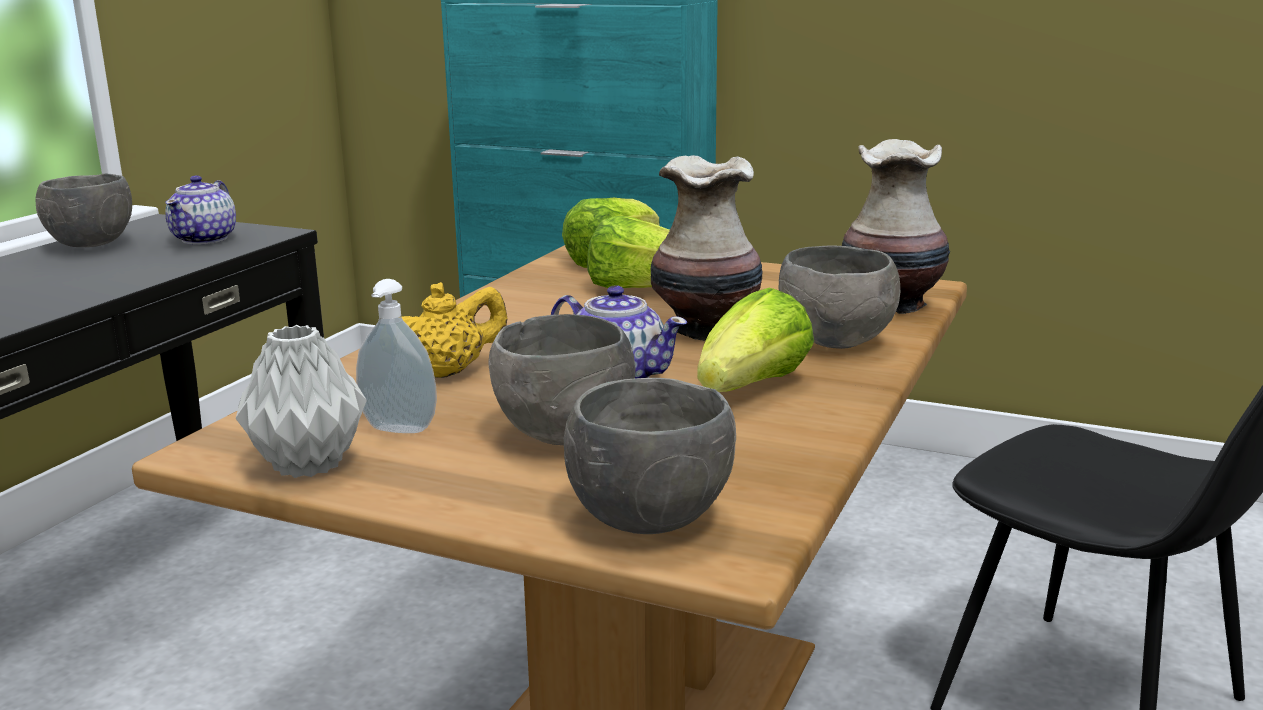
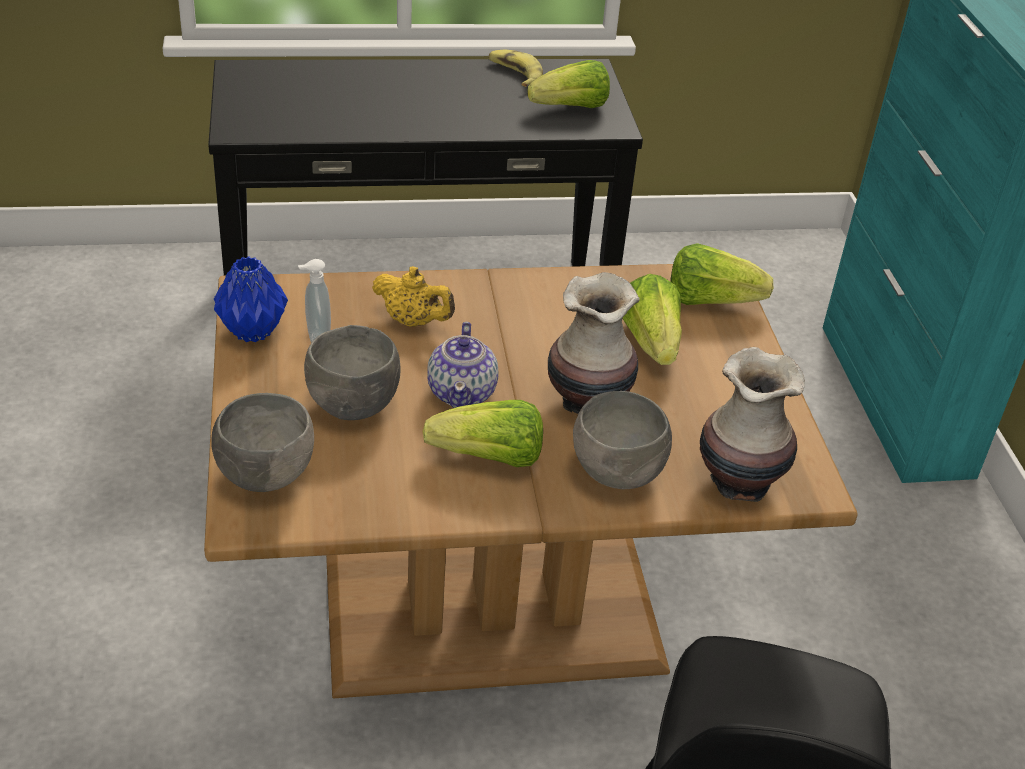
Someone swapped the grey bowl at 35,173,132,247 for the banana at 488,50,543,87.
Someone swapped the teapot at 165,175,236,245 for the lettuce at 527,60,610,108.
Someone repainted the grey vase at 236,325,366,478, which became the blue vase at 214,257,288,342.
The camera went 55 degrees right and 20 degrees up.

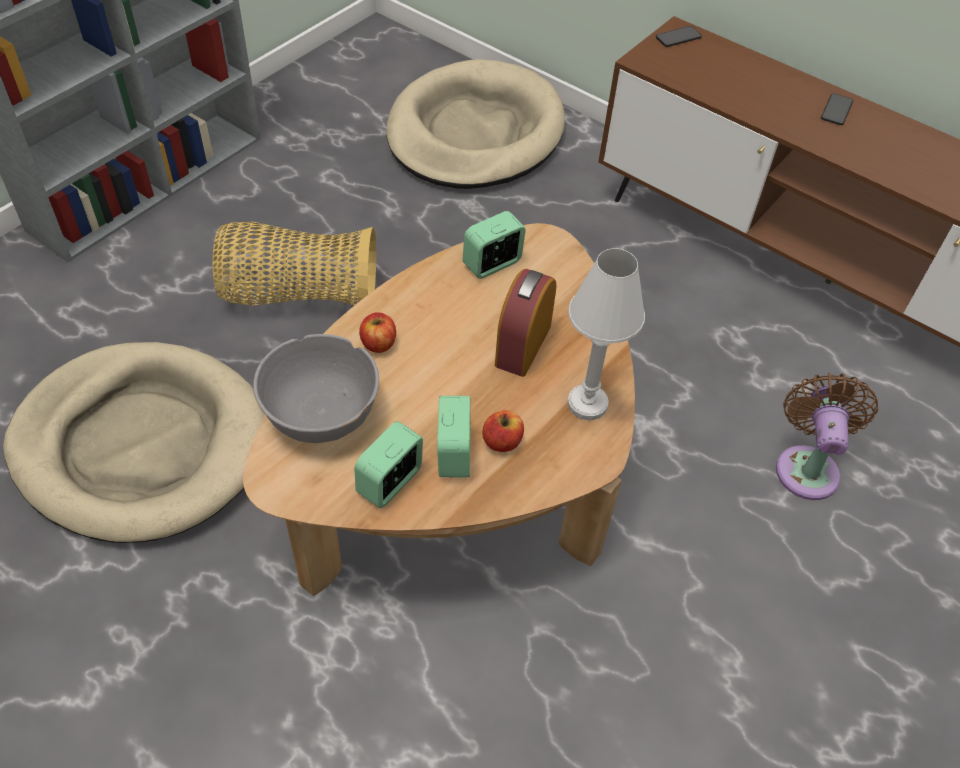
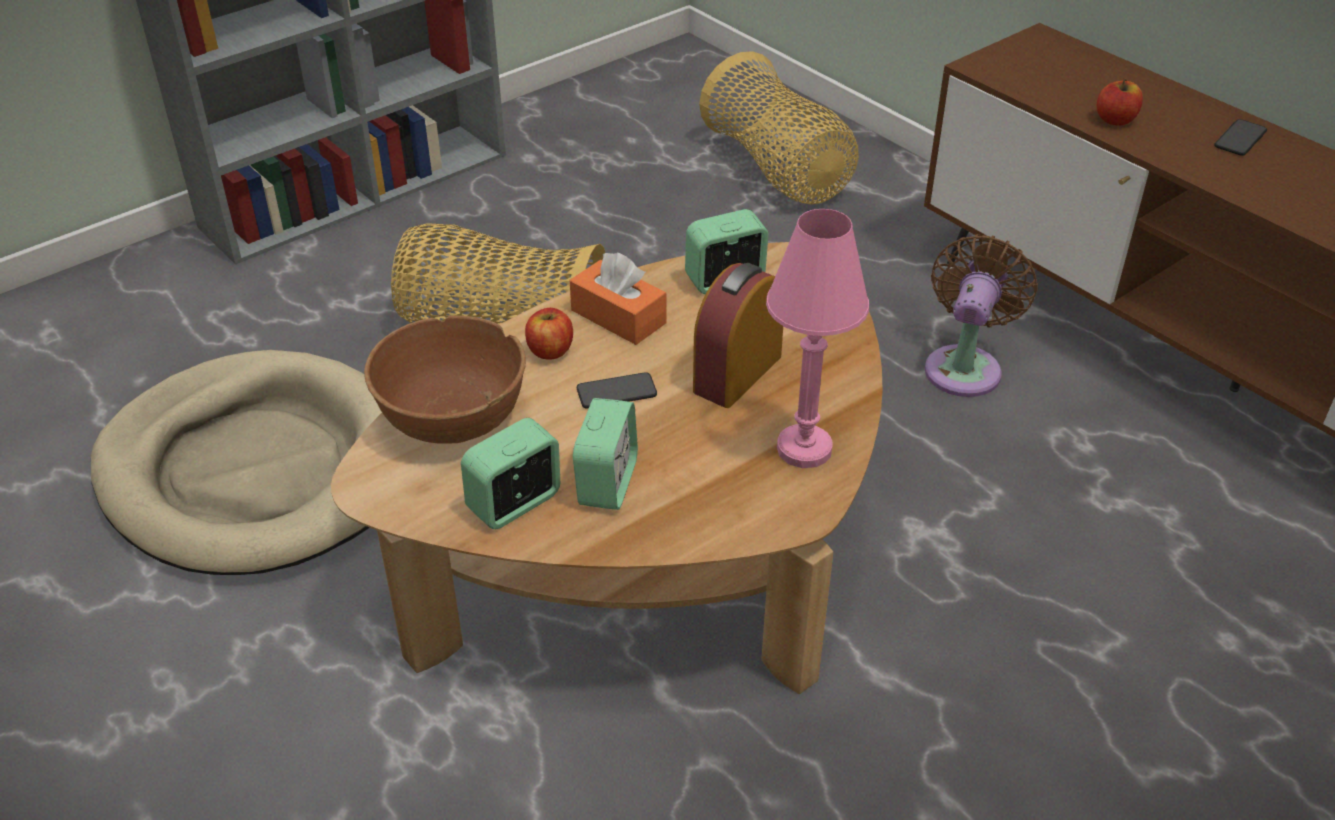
Someone repainted the grey bowl at 253,334,379,443, which became the brown bowl at 364,316,526,443.
Someone swapped the beige dog bed at 386,59,565,189 for the basket at 699,51,859,205.
Someone carried the apple from 482,410,524,452 to 1097,79,1143,125.
Someone repainted the white table lamp at 567,248,645,421, which became the pink table lamp at 766,209,869,468.
Someone carried the phone from 656,26,702,47 to 577,372,657,409.
Someone carried the brown fan from 776,373,878,500 to 925,234,1038,397.
Someone put down the orange tissue box at 570,252,666,345.
The camera went 15 degrees right and 10 degrees down.

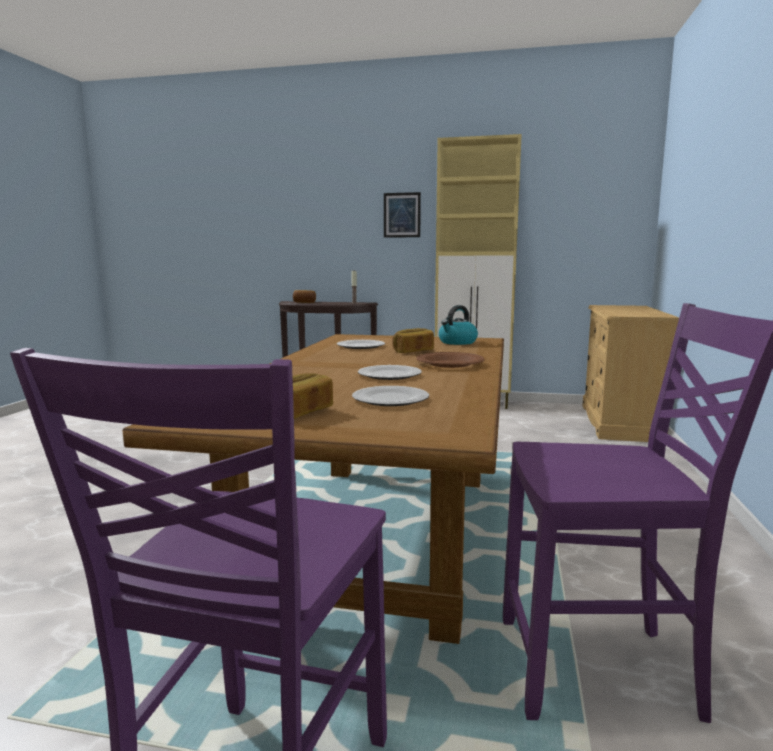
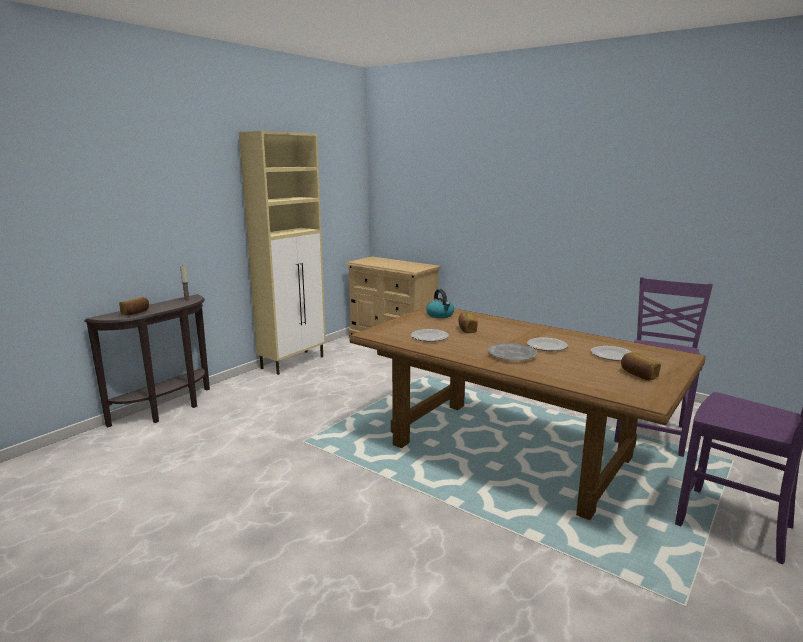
Someone took away the picture at 384,192,421,238.
Someone took away the brown plate at 416,352,485,368.
Someone put down the grey plate at 488,343,537,361.
The camera went 65 degrees left and 5 degrees up.

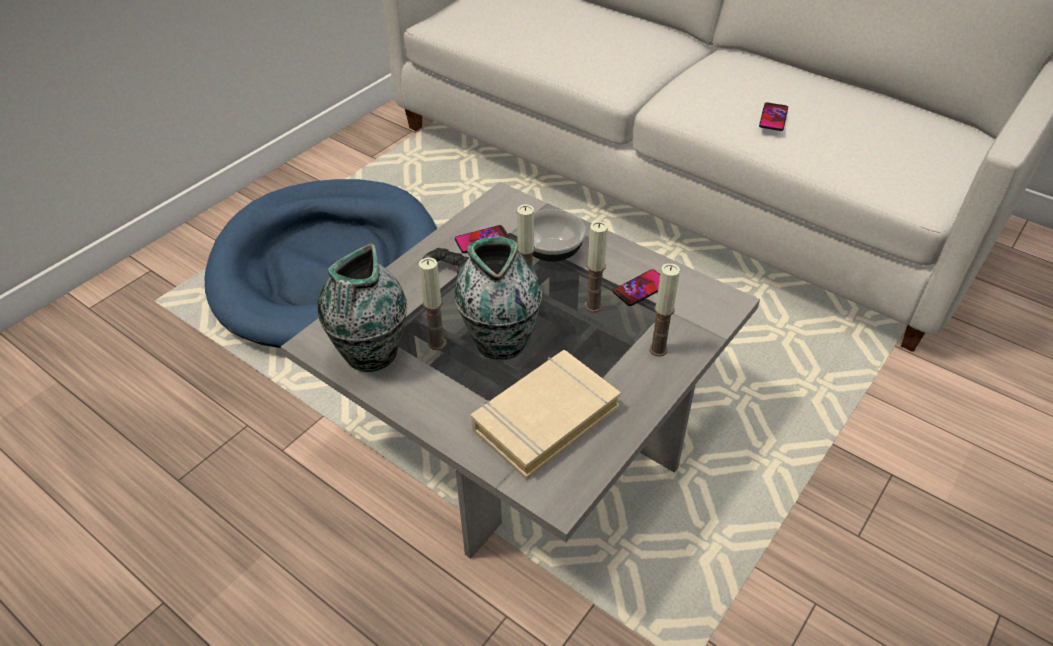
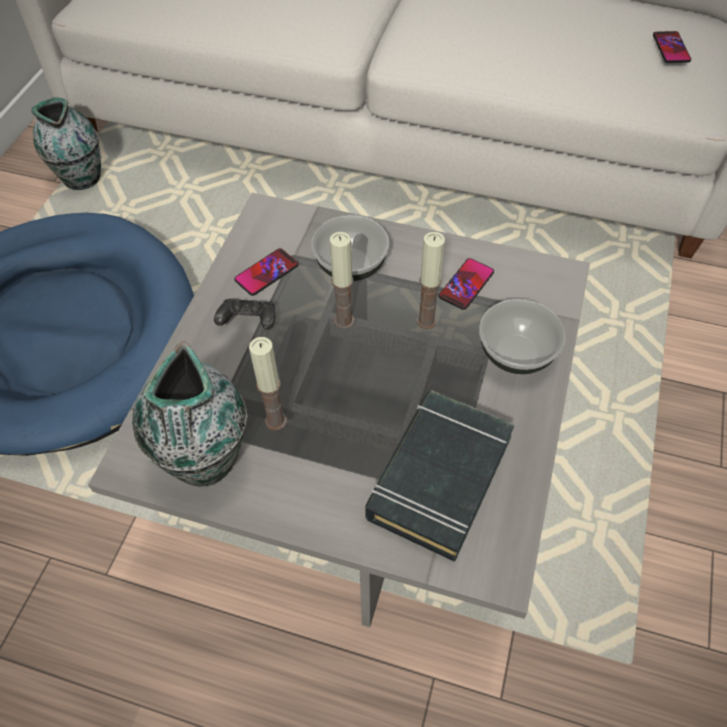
Someone carried the vase from 454,236,542,360 to 31,97,101,190.
Someone repainted the beige book at 471,350,621,480, which became the black book at 365,390,515,562.
Someone swapped the candle at 649,263,680,357 for the bowl at 479,299,565,374.
Someone carried the phone from 759,102,788,131 to 653,31,691,63.
The camera went 20 degrees left and 10 degrees up.

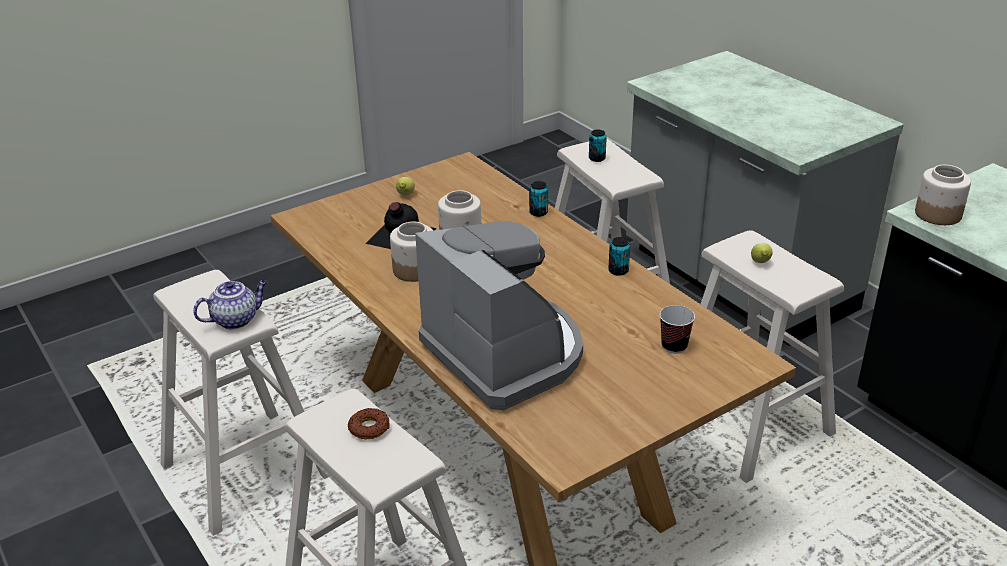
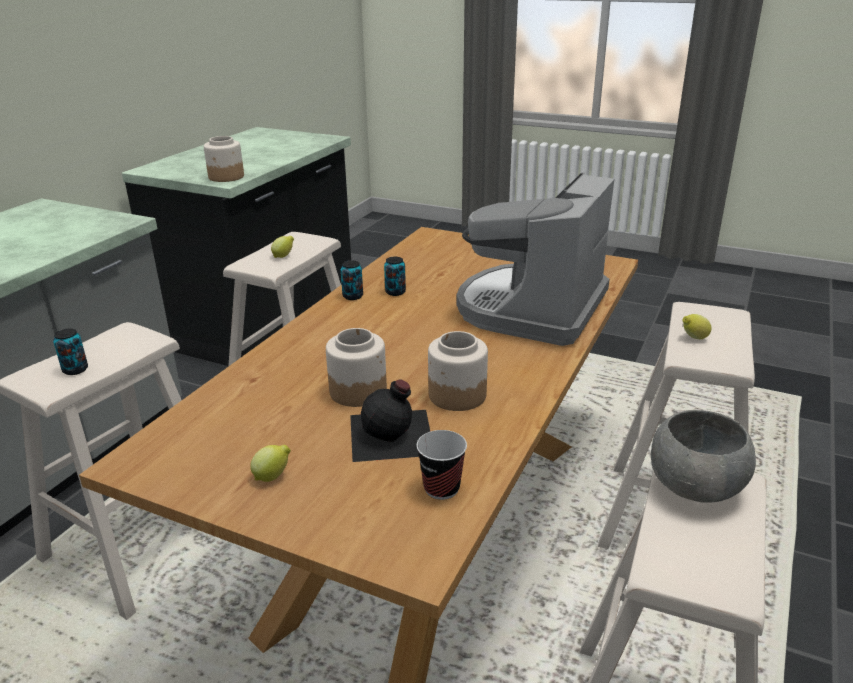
Someone swapped the teapot at 193,280,267,329 for the grey bowl at 651,410,756,503.
Someone swapped the donut at 348,408,390,439 for the lemon at 682,314,712,339.
Someone carried the can from 529,181,548,217 to 384,257,406,296.
Someone carried the cup from 659,305,695,354 to 416,430,467,500.
The camera went 120 degrees left and 5 degrees down.

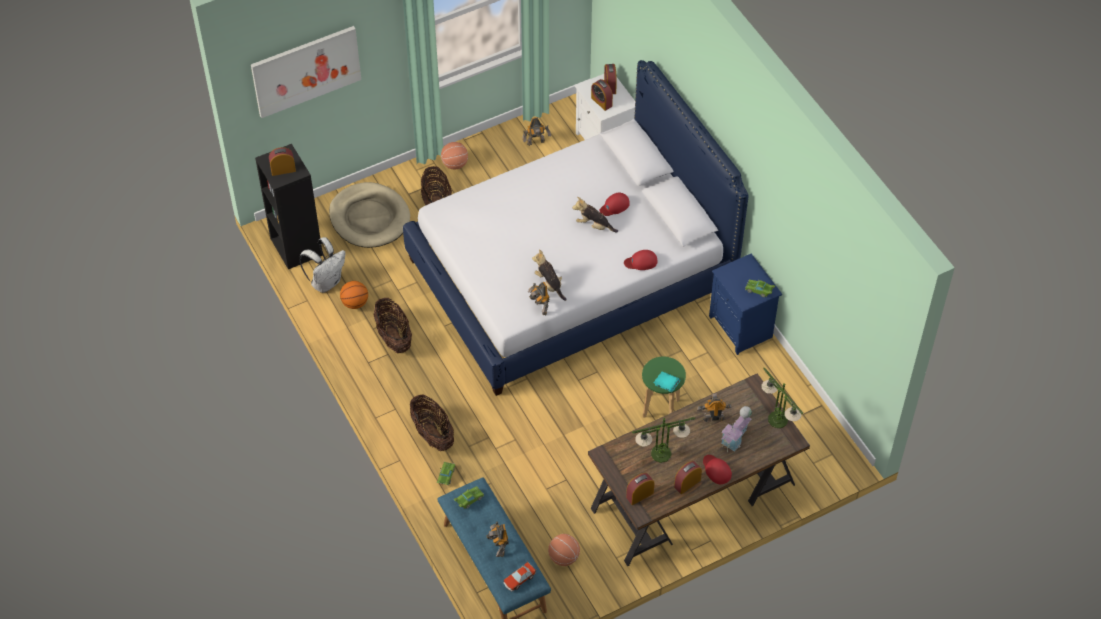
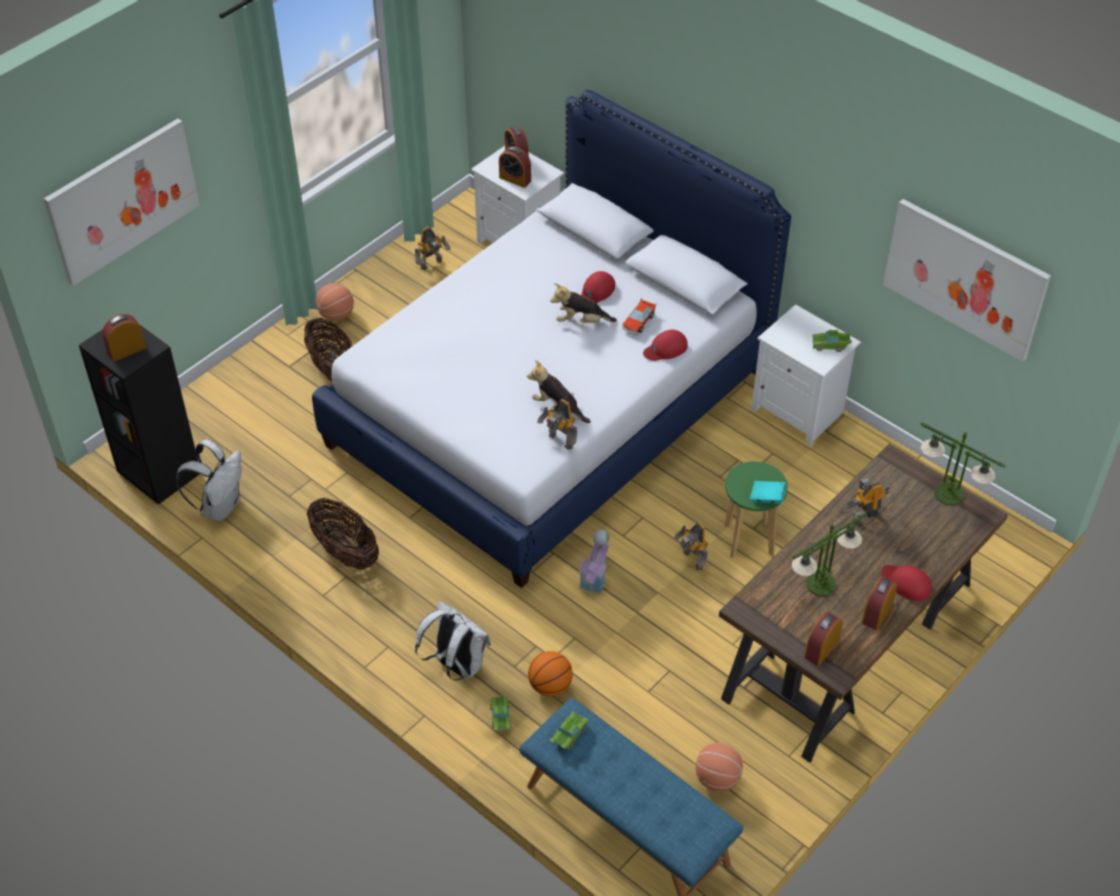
Someone took away the beige dog bed at 329,182,410,248.
Someone carried the basketball from 340,281,368,309 to 528,651,573,696.
Someone swapped the basket at 410,394,454,451 for the white backpack at 415,601,491,681.
Someone carried the toy robot from 486,522,509,557 to 674,522,708,570.
Someone carried the toy car from 503,561,536,591 to 622,298,656,335.
Someone repainted the blue nightstand at 709,254,782,355, which became the white nightstand at 751,304,861,446.
Someone carried the toy house from 721,406,752,452 to 579,529,610,597.
Someone put up the picture at 883,199,1051,362.
The camera went 20 degrees left and 5 degrees down.

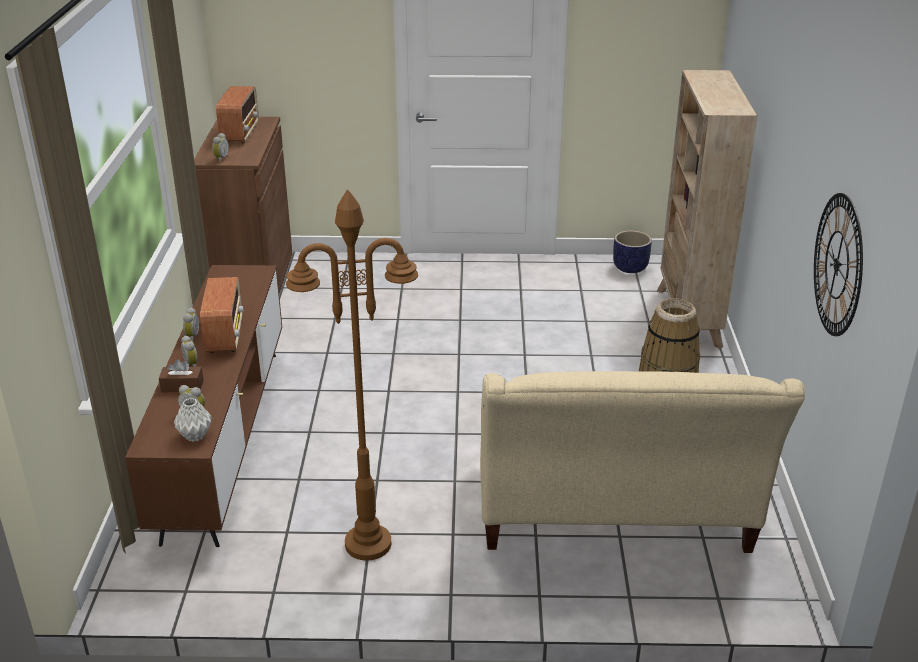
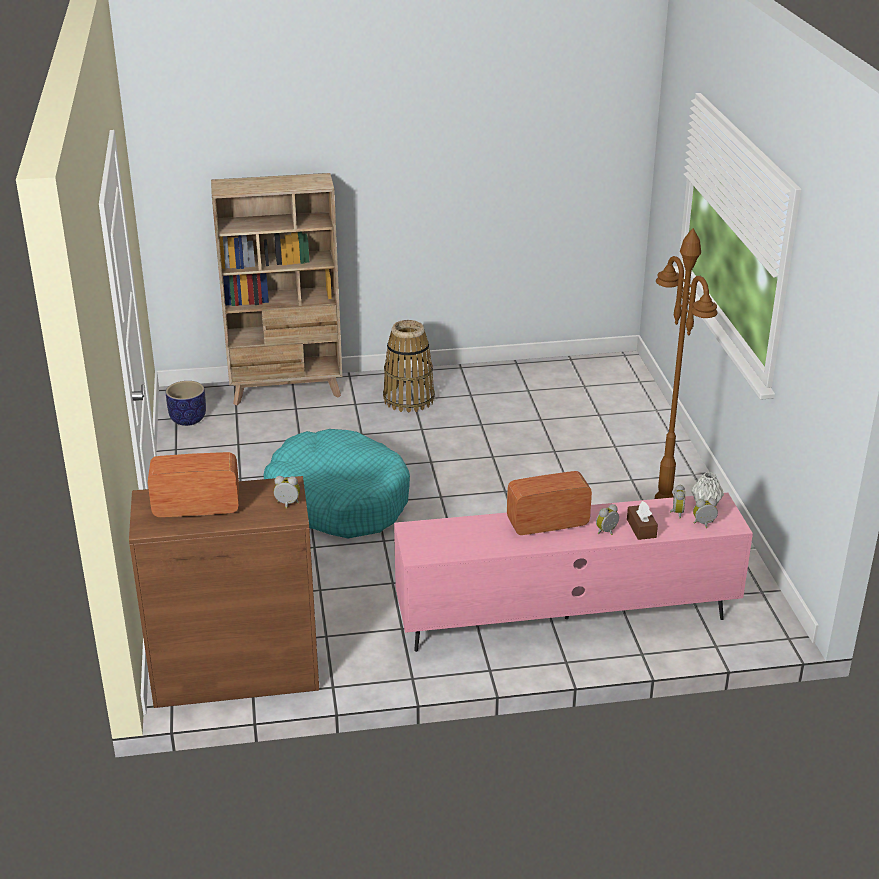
Someone repainted the brown tv stand at 125,265,282,547, which became the pink tv stand at 394,493,753,652.
Someone carried the alarm clock from 183,307,199,341 to 693,498,718,528.
Someone took away the beige sofa at 480,371,805,553.
Someone took away the wall clock at 814,193,863,336.
Someone put down the turquoise dog bed at 263,429,410,538.
The camera went 100 degrees left and 0 degrees up.

